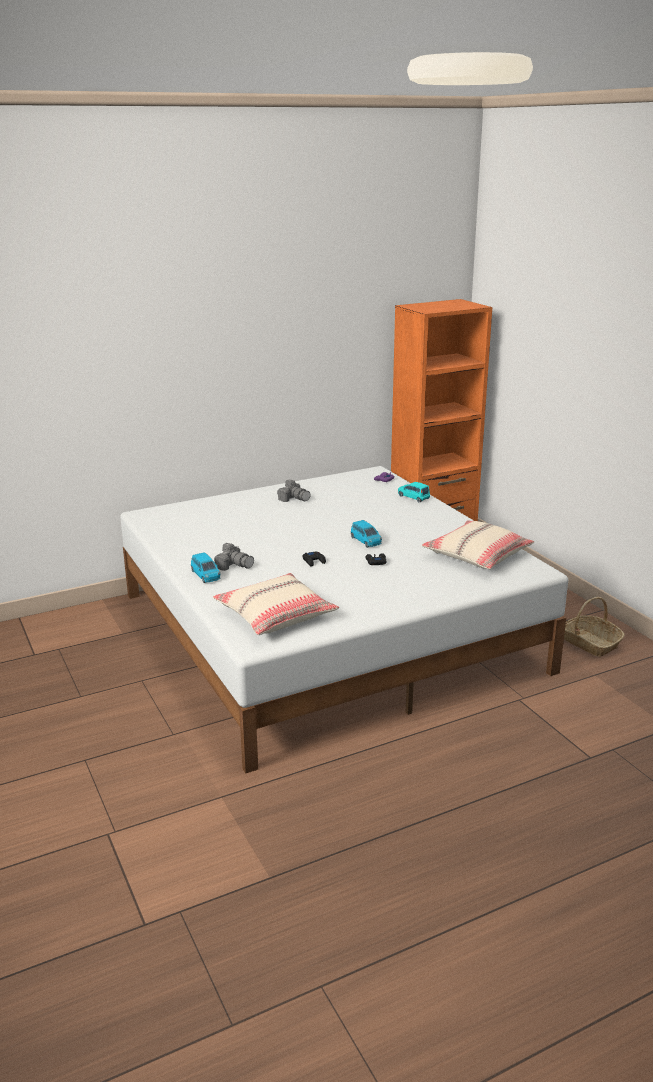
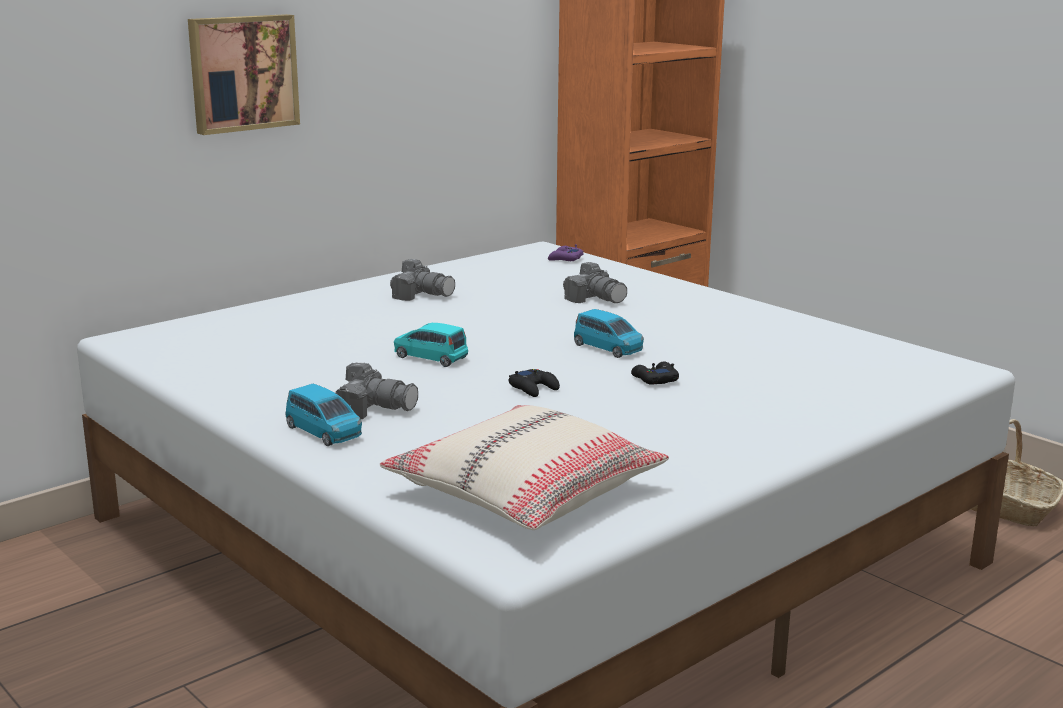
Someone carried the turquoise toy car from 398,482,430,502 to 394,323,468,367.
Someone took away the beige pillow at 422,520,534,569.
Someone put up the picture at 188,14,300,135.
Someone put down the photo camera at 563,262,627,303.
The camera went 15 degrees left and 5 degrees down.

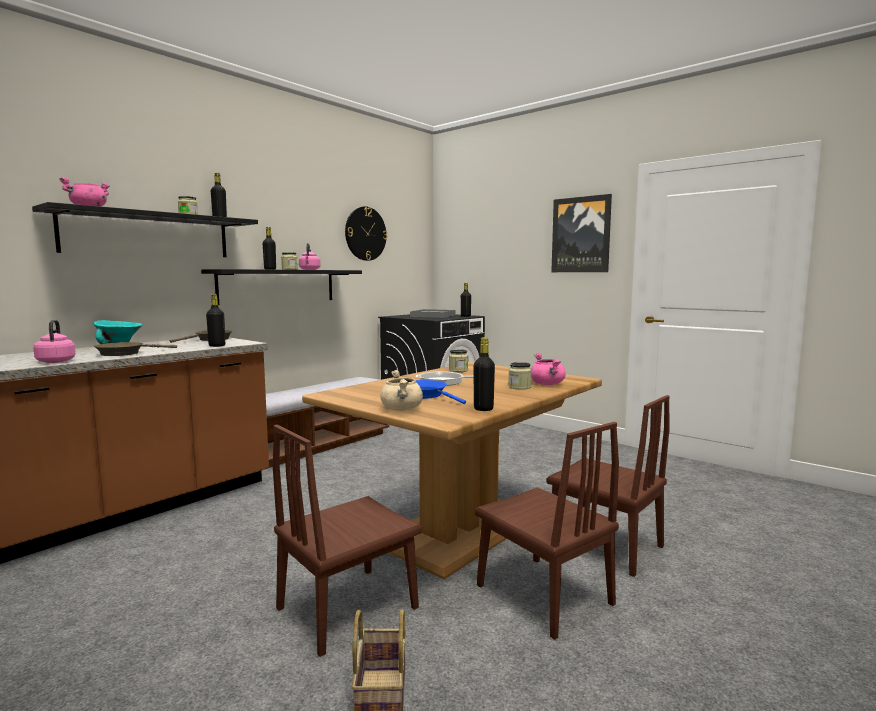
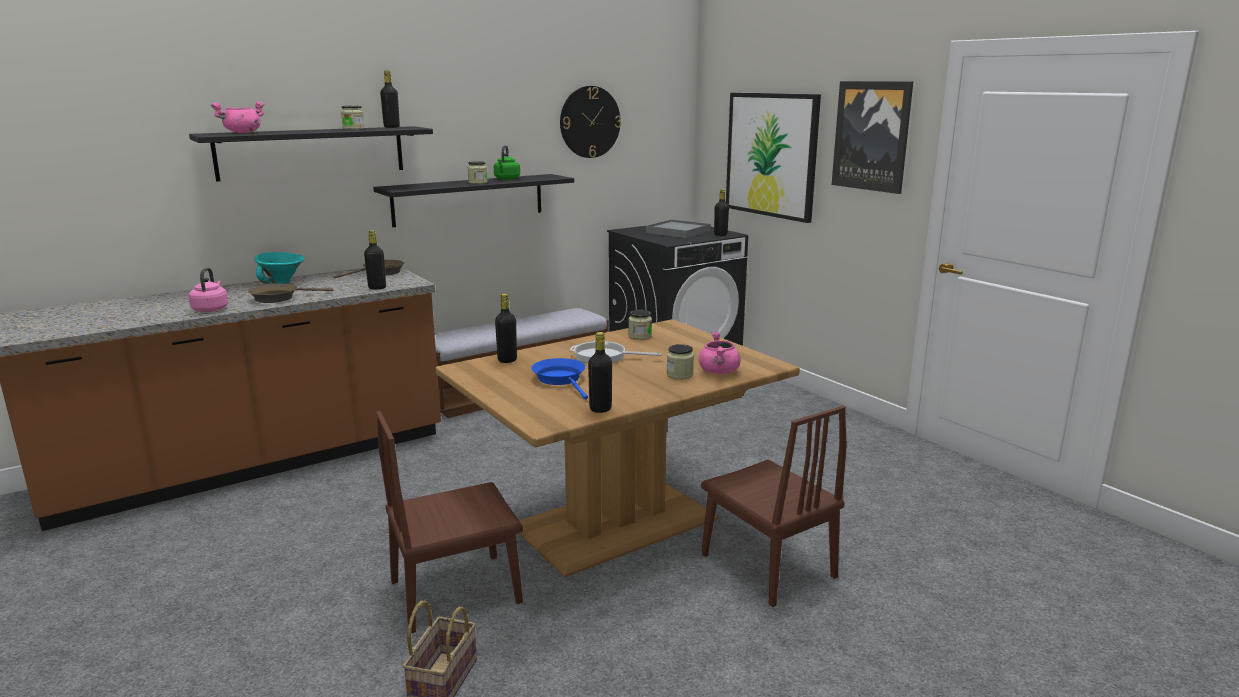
Someone carried the black bottle from 263,227,276,270 to 495,294,517,363.
Someone repainted the pink kettle at 299,243,321,270, which became the green kettle at 494,145,520,180.
Someone took away the beige cooking pot at 380,370,423,410.
Someone took away the brown chair at 475,422,619,640.
Someone put up the picture at 726,93,821,223.
The camera went 15 degrees right and 10 degrees up.

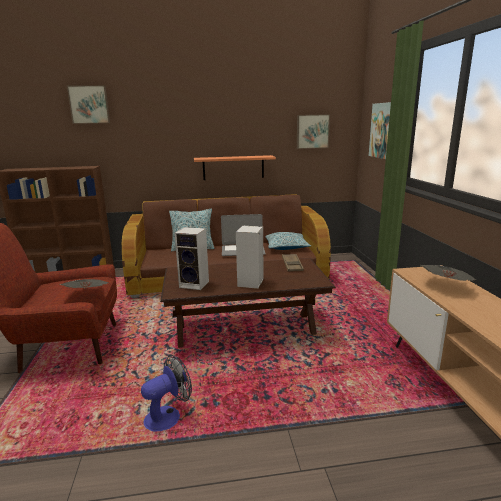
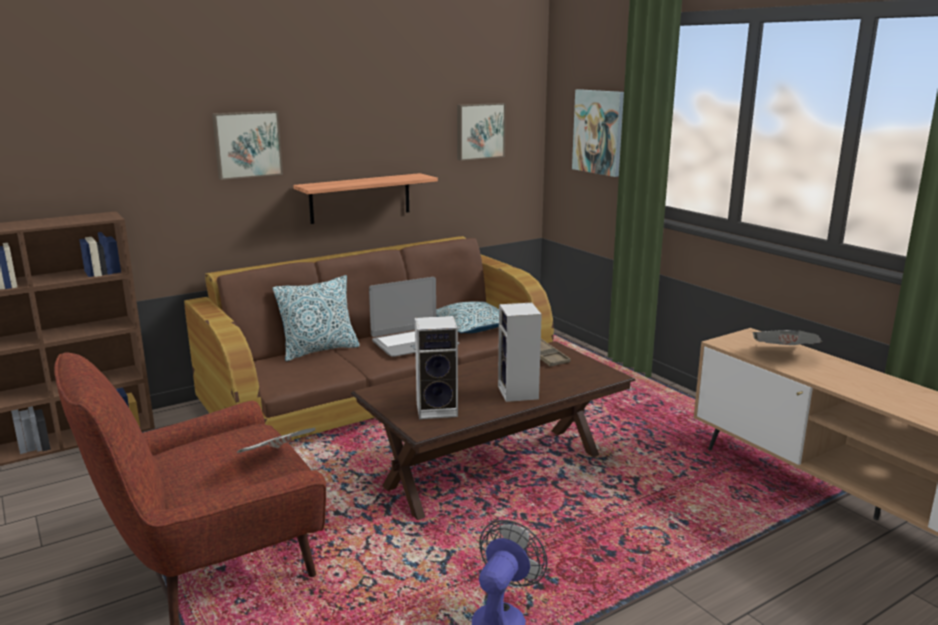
Someone carried the picture from 67,85,110,124 to 212,111,283,180.
The camera went 25 degrees left and 0 degrees up.

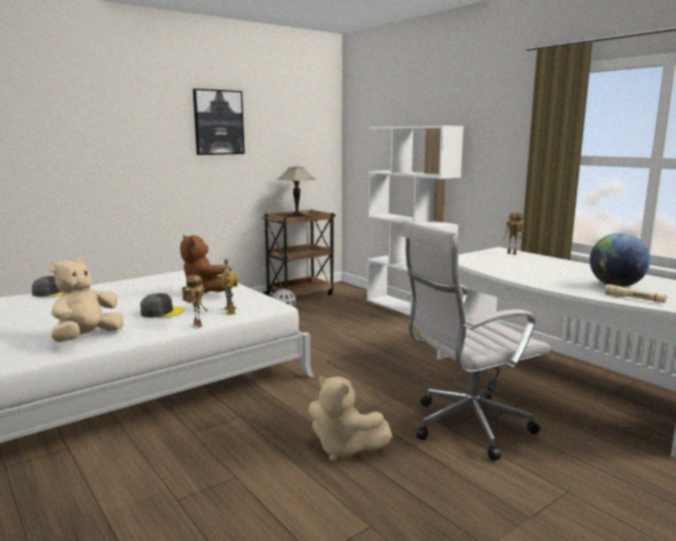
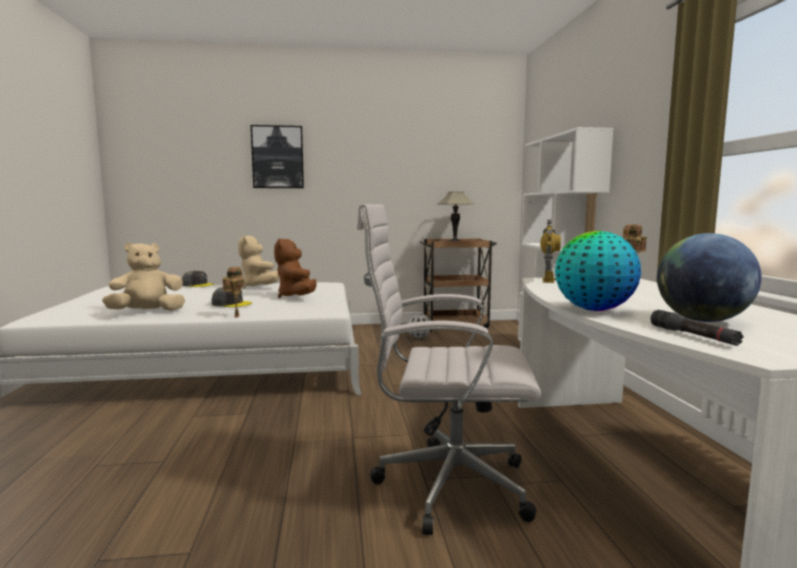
Someone carried the picture from 193,89,245,155 to 251,125,304,188.
Someone carried the toy robot from 221,259,238,315 to 540,220,561,283.
Someone carried the beige plush toy from 308,376,392,461 to 238,235,279,289.
Someone repainted the beige flashlight at 605,284,667,303, which became the black flashlight at 650,310,744,346.
Someone put down the globe at 555,231,641,311.
The camera went 30 degrees right and 5 degrees down.

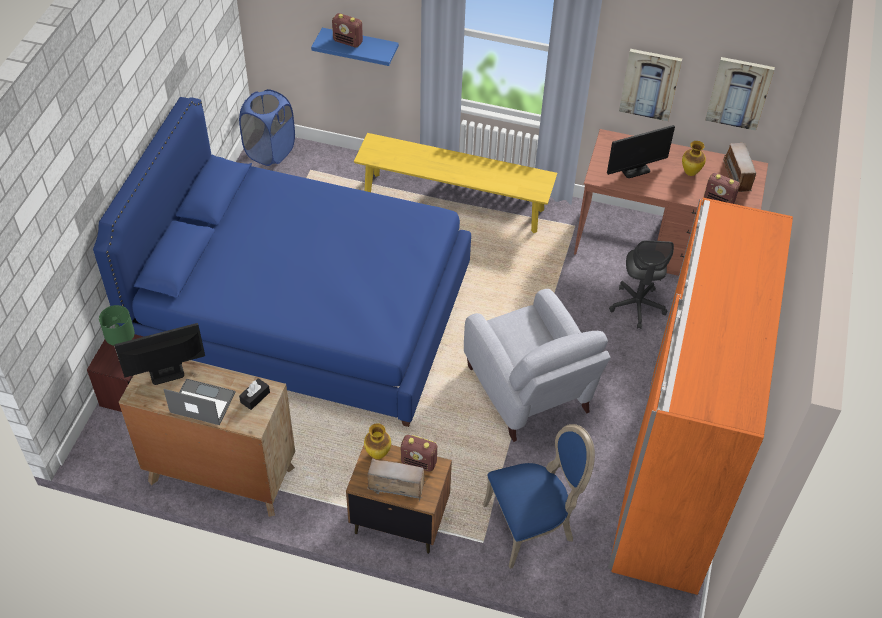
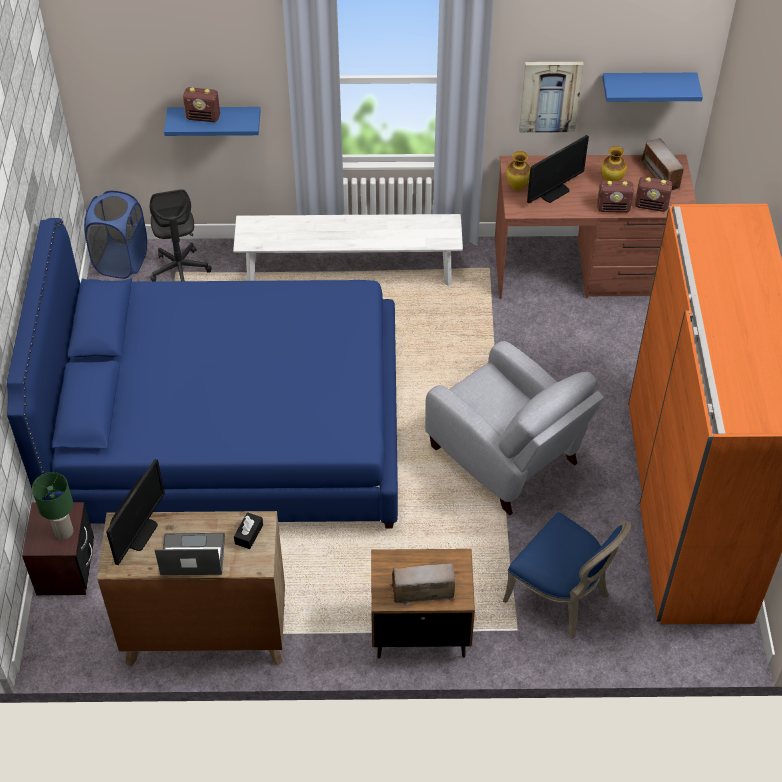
Someone rotated the monitor at 115,323,205,385 by 150 degrees clockwise.
Someone repainted the yellow bench at 354,133,557,233, which became the white bench at 233,214,463,286.
Someone carried the vase from 364,423,391,459 to 506,151,530,191.
Someone carried the radio from 401,435,437,472 to 597,181,634,213.
Someone rotated the blue chair at 483,424,595,569 by 75 degrees clockwise.
Someone carried the grey office chair from 609,240,674,329 to 150,189,212,282.
Someone swapped the picture at 705,57,775,131 for the blue shelf at 602,73,703,102.
The camera went 15 degrees left and 0 degrees up.

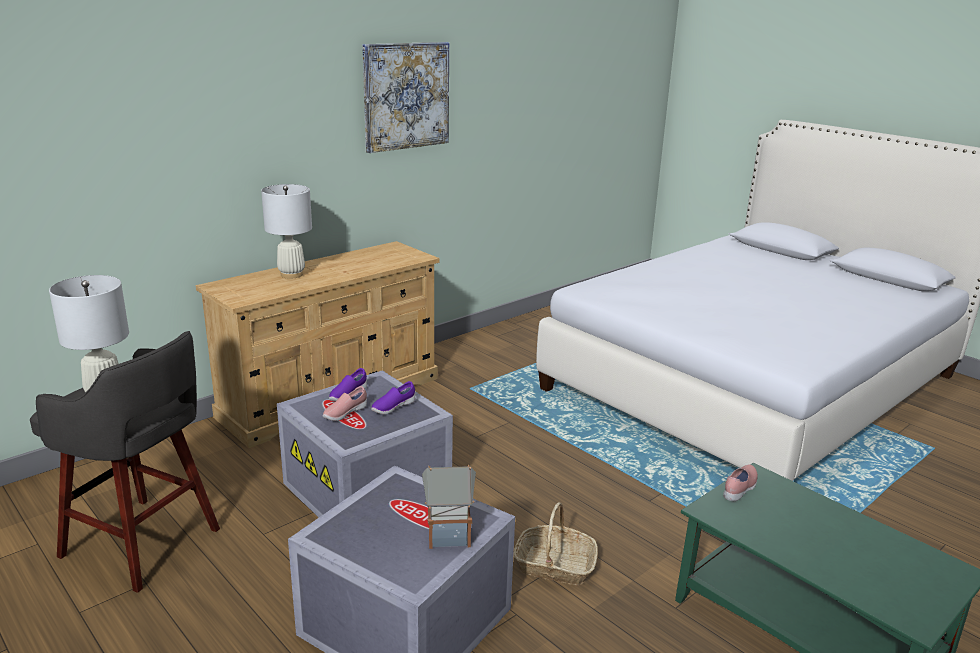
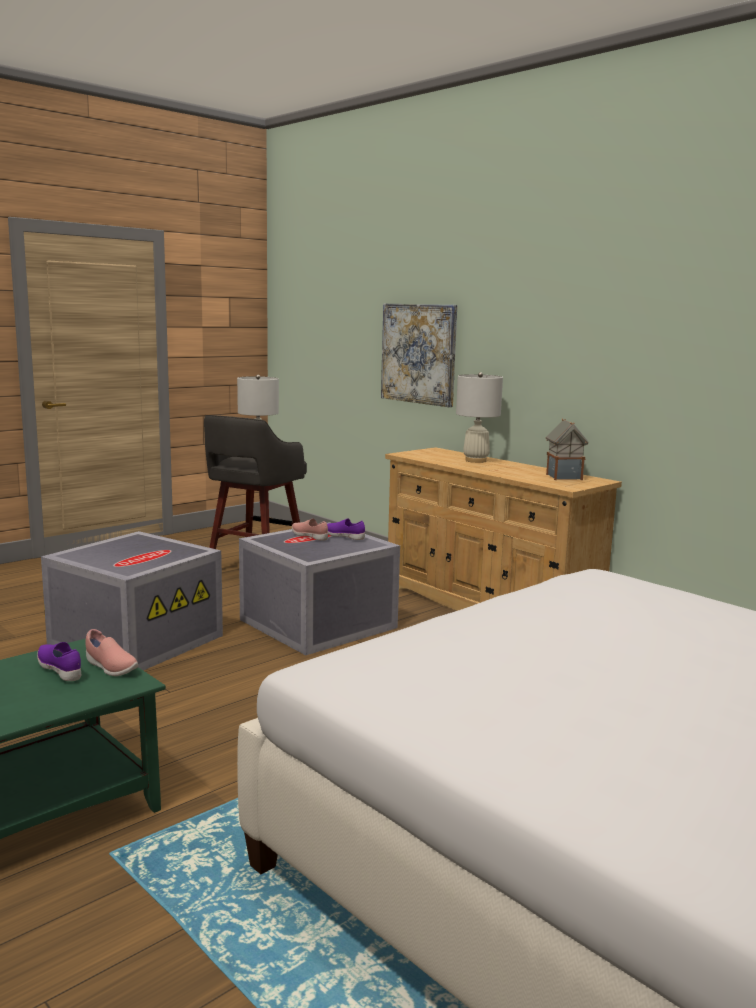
Someone carried the picture from 362,42,449,153 to 381,303,457,407.
Someone carried the purple shoe from 371,381,415,414 to 37,642,81,681.
Someone carried the toy house from 422,465,476,549 to 546,419,588,480.
Someone took away the basket at 514,502,598,585.
The camera went 90 degrees right and 10 degrees down.

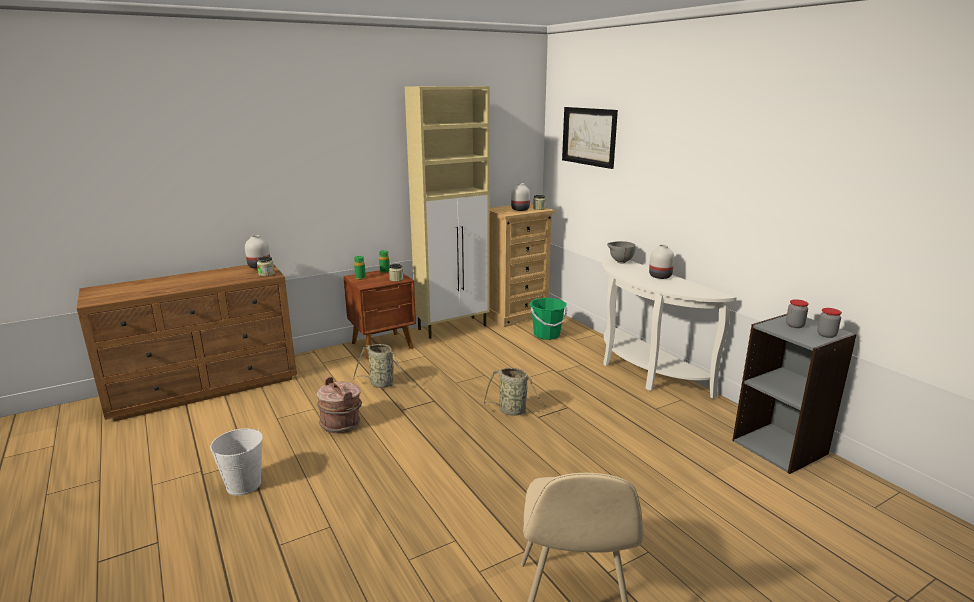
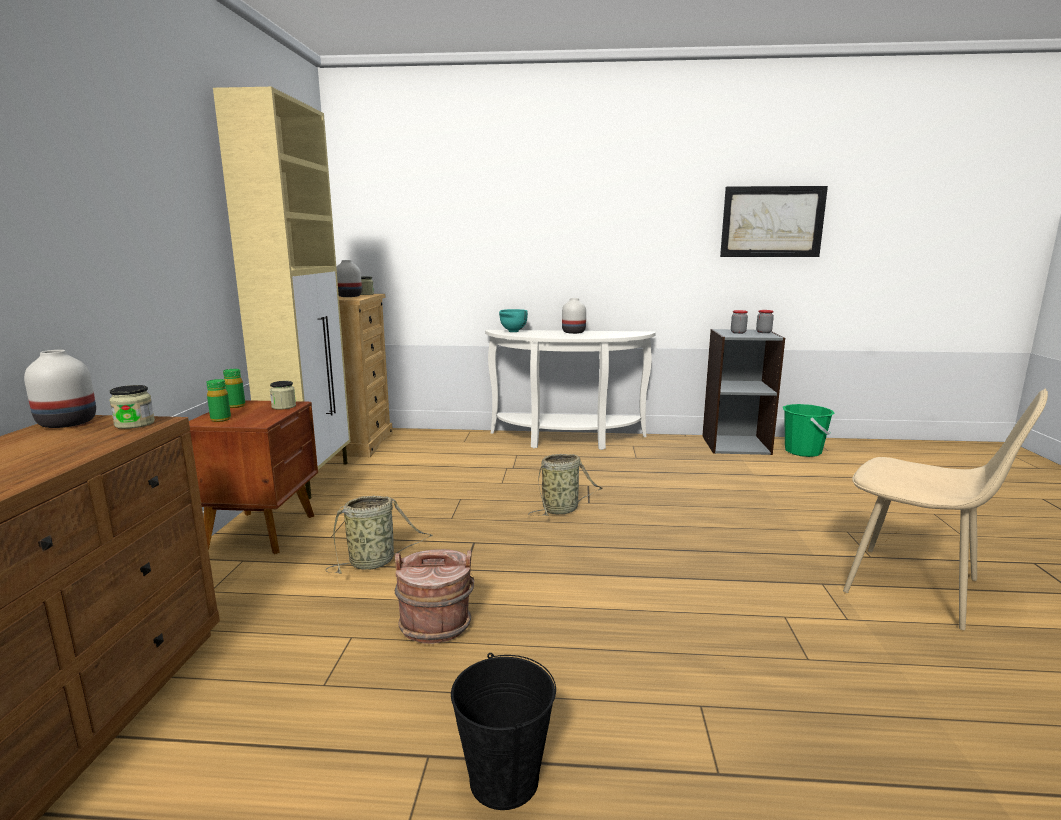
Someone repainted the white bucket at 210,429,263,496, which became the black bucket at 451,653,556,810.
Someone carried the green bucket from 530,298,567,340 to 783,404,835,457.
Someone carried the picture from 562,107,618,169 to 720,186,828,257.
Someone repainted the grey bowl at 607,241,636,263, which became the turquoise bowl at 499,309,528,332.
The camera went 55 degrees left and 5 degrees down.

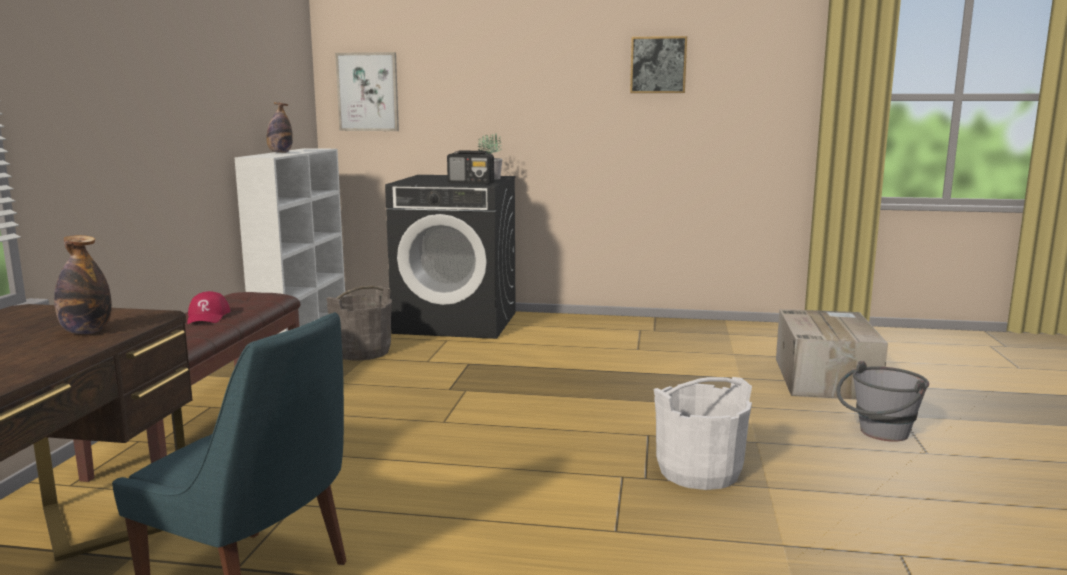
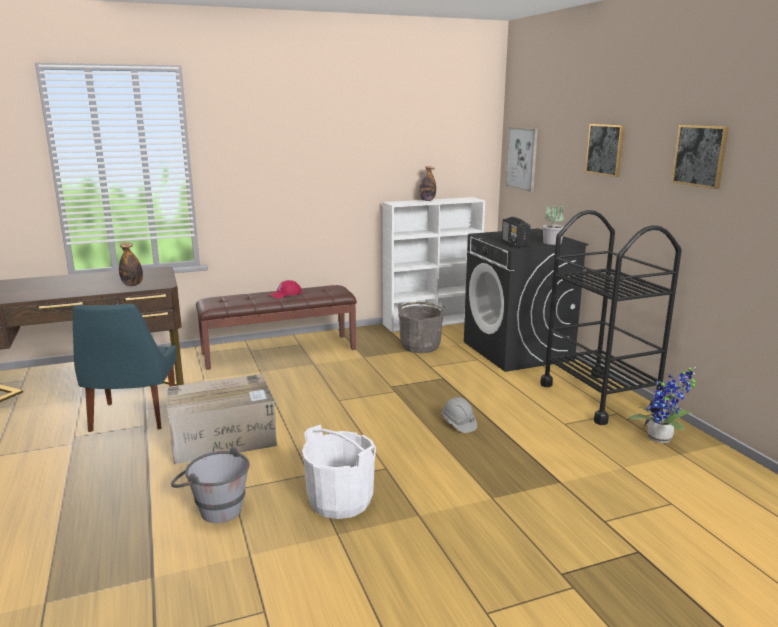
Someone carried the cardboard box from 776,309,888,400 to 165,374,277,465.
Someone carried the grey bucket from 836,361,929,442 to 171,446,250,523.
Someone put down the grey hard hat at 441,397,477,433.
Someone put down the black cart at 540,210,682,425.
Someone put up the picture at 585,124,625,177.
Someone put down the potted plant at 629,367,696,443.
The camera went 60 degrees right and 5 degrees up.

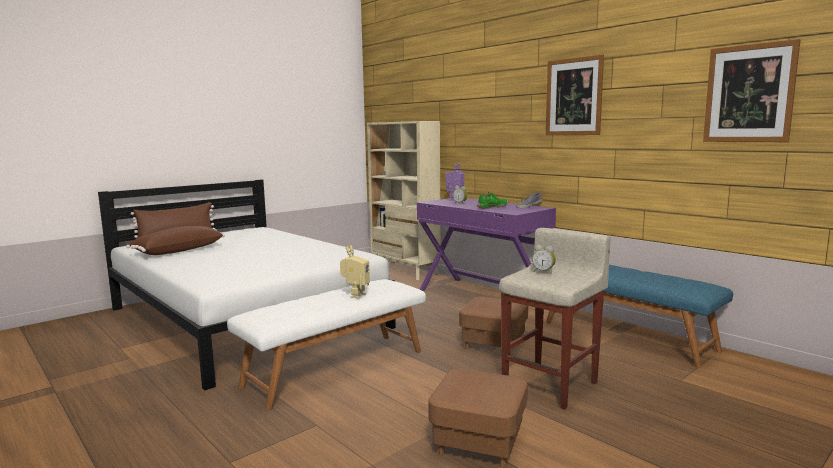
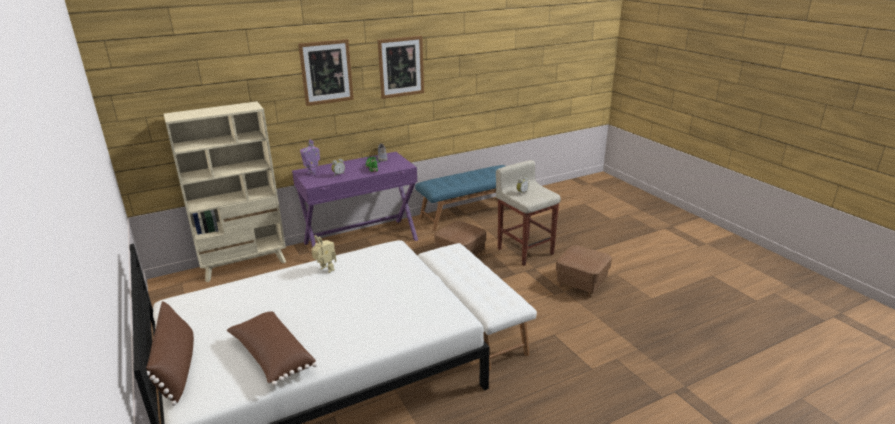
Someone carried the toy robot from 340,245,370,299 to 312,235,336,273.
Someone carried the picture from 703,39,801,142 to 298,39,354,106.
The camera went 75 degrees left and 15 degrees up.

